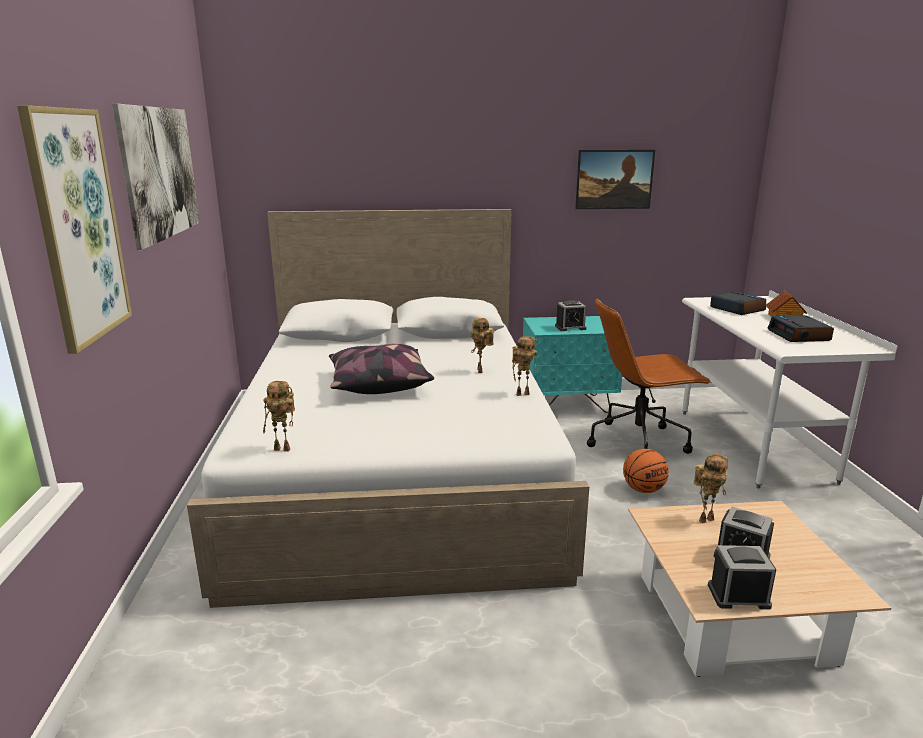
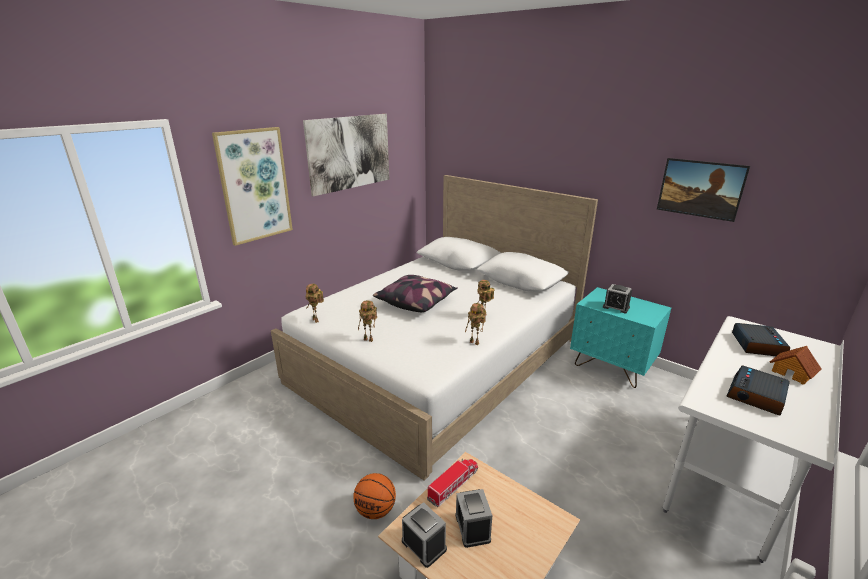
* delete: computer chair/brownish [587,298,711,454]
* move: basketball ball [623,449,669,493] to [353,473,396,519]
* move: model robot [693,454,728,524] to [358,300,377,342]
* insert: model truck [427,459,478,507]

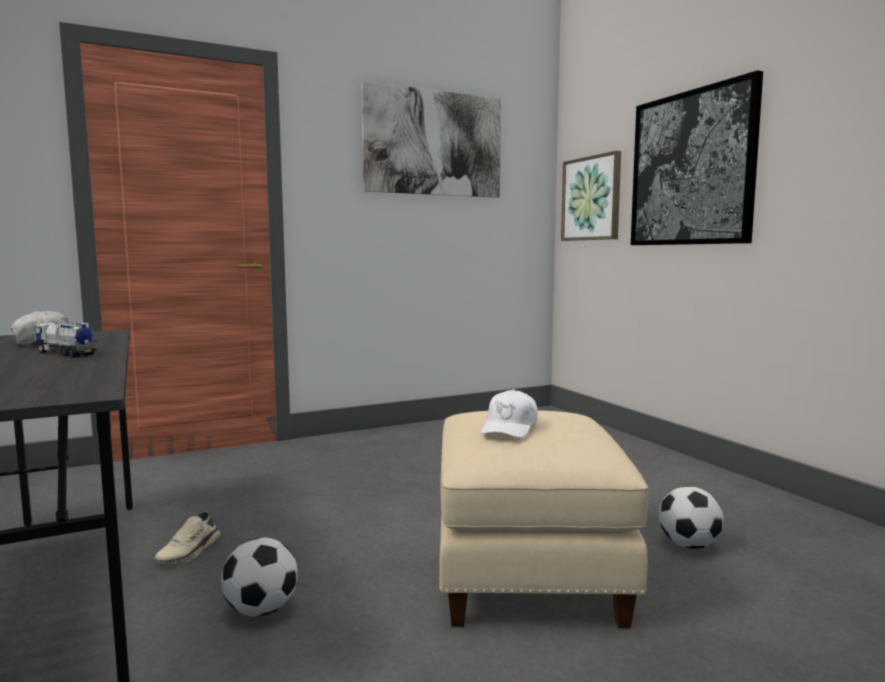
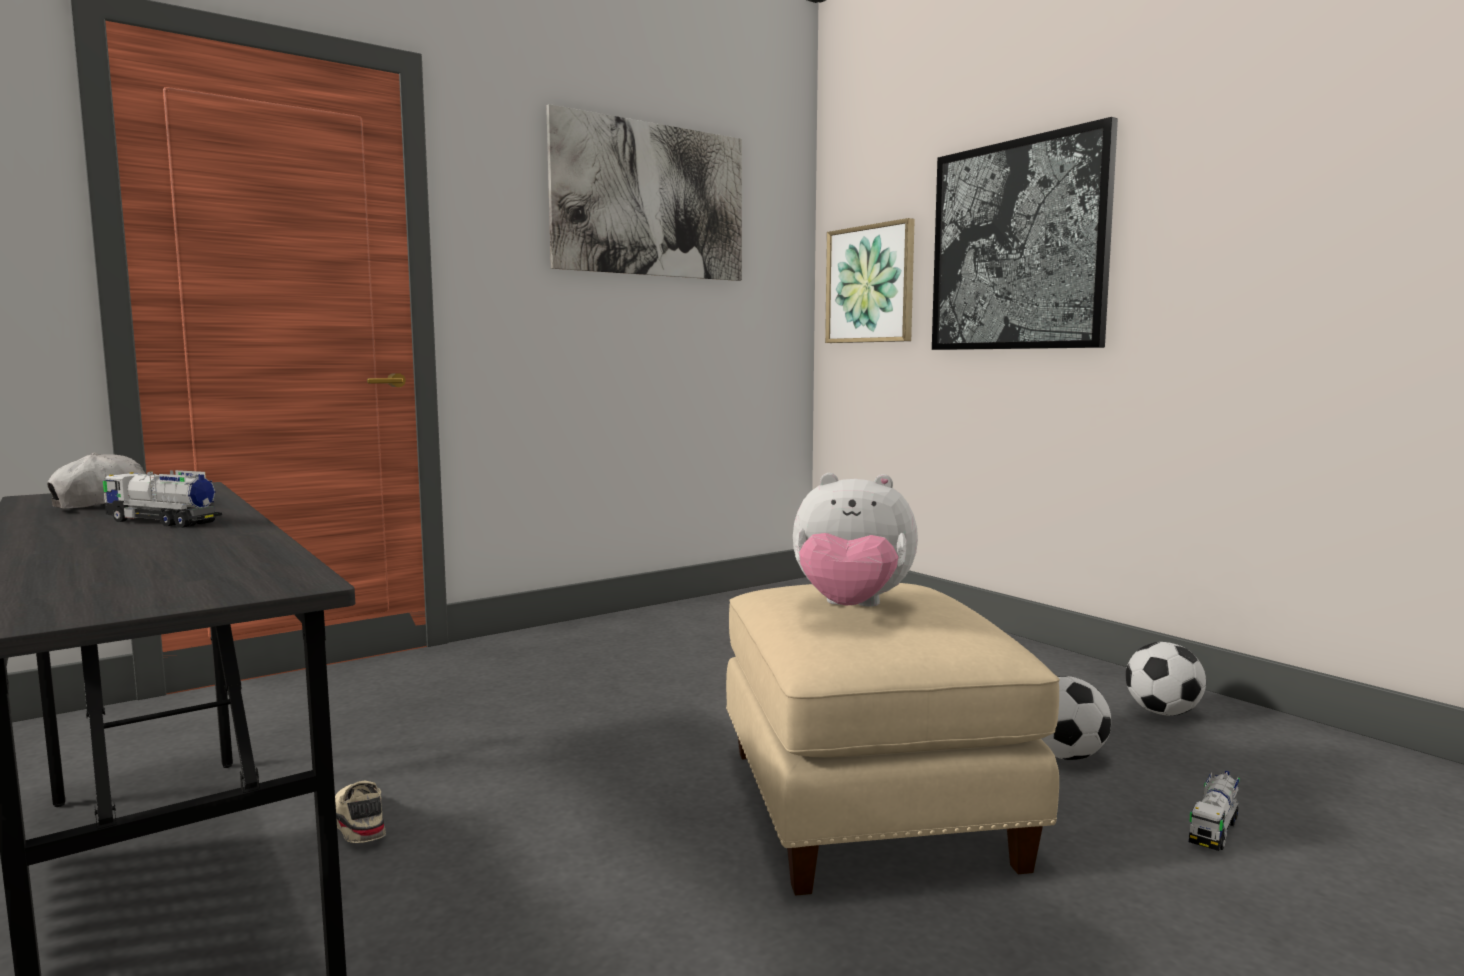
* rotate: low shoe/beige-coloured [155,512,220,564] = [335,781,386,843] 135 degrees clockwise
* move: football ball [221,537,298,617] to [1126,642,1206,716]
* replace: cap/white-coloured [481,389,538,438] to cuddly toy [793,473,918,607]
* insert: model truck [1189,771,1240,851]

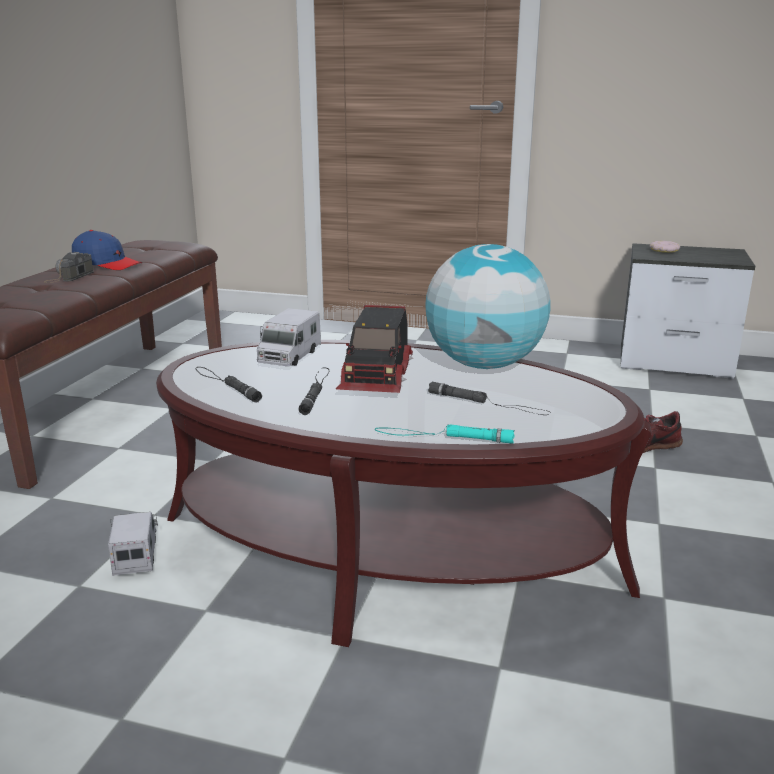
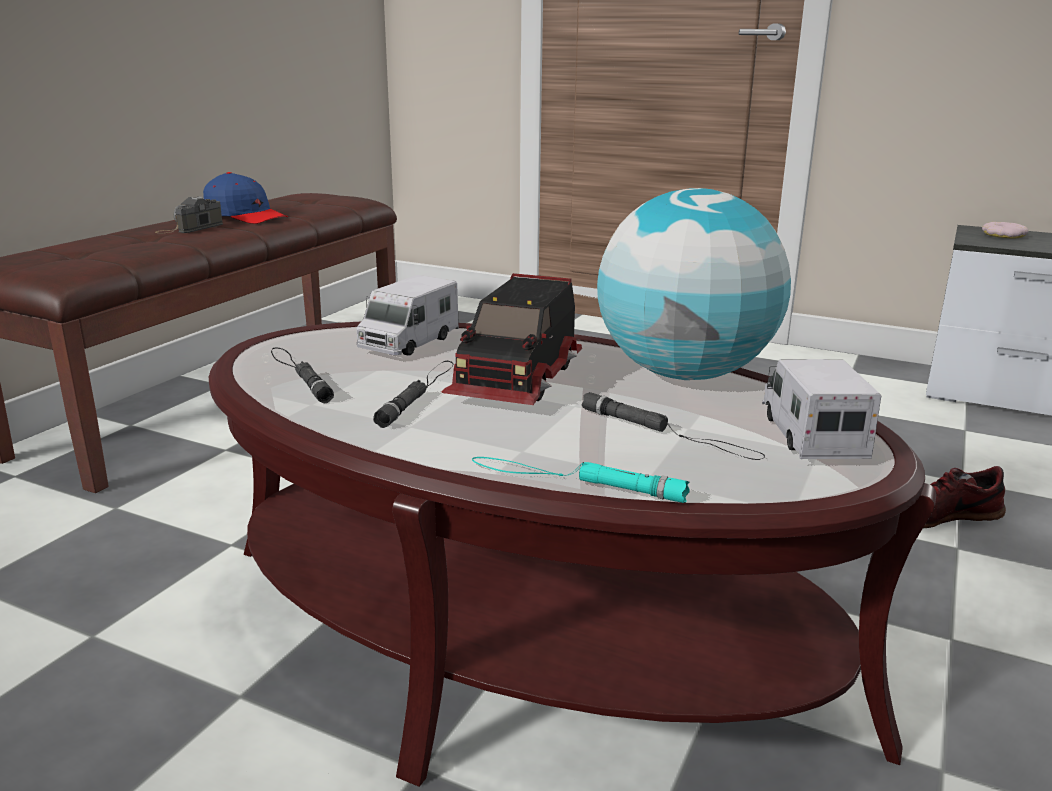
* move: model truck [108,512,158,576] to [762,359,881,459]

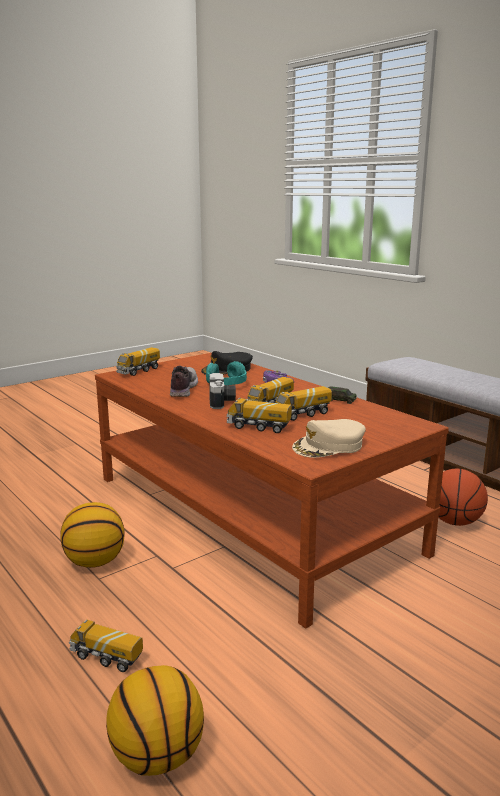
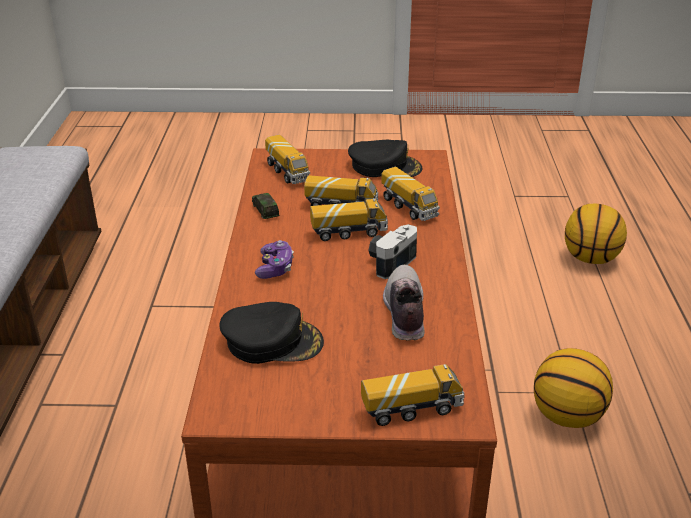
* move: model truck [69,619,143,672] to [265,135,310,184]
* rotate: low shoe [170,366,198,397] = [383,265,425,341] 135 degrees clockwise
* delete: pair of headphones/turquoise [206,361,247,385]
* recolor: cap/beige-coloured [292,419,366,458] to cap/blackish [348,140,422,177]
* delete: basketball ball [438,469,488,526]

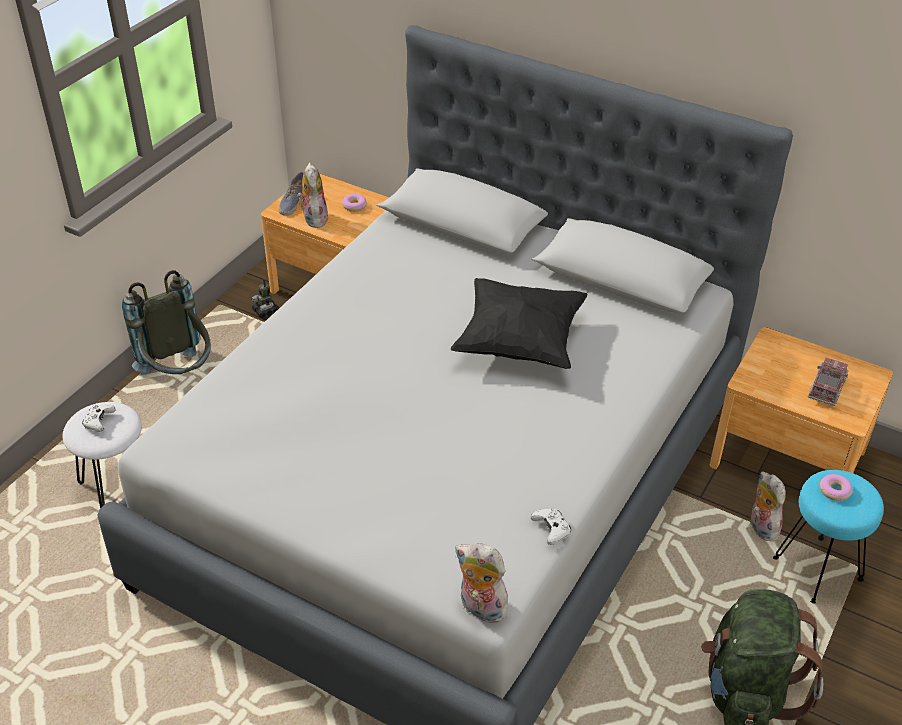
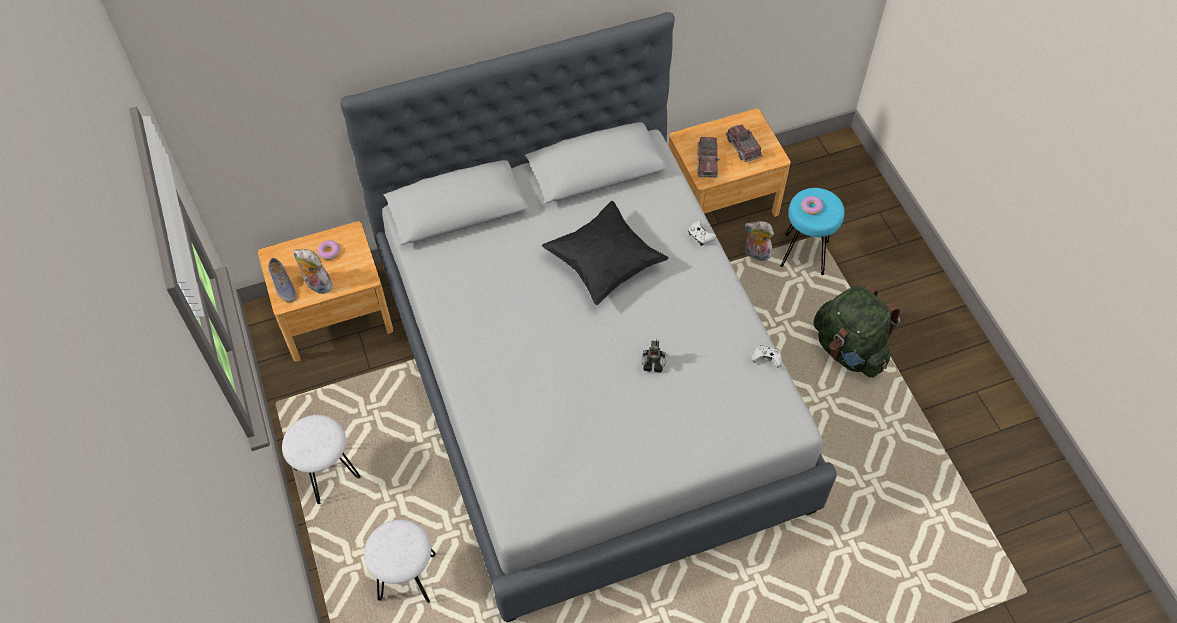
* move: joypad/white-coloured [82,404,116,432] to [688,220,716,246]
* replace: rucksack/grey [122,270,211,374] to stool seat/white-coloured [282,415,360,504]
* move: model robot [252,279,279,318] to [641,339,666,372]
* delete: cuddly toy [455,543,508,623]
* insert: model truck [697,137,719,178]

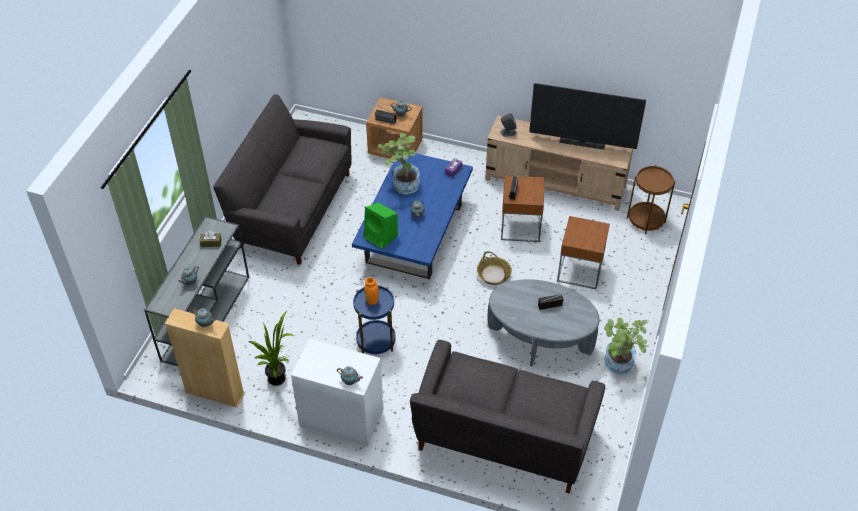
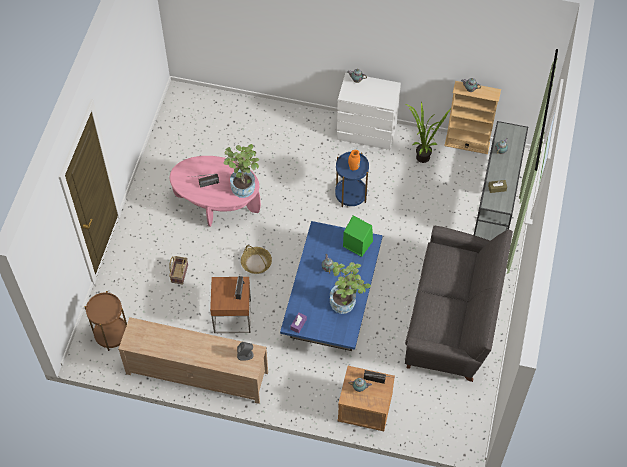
* delete: couch/grey [410,340,605,494]
* recolor: coffee table/grey [487,279,600,366] to coffee table/pink-coloured [170,156,261,227]
* delete: TV set [529,83,646,150]
* replace: accent table/brownish [557,216,610,289] to household basket [169,256,188,285]
* move: houseplant [604,318,647,375] to [223,144,259,198]

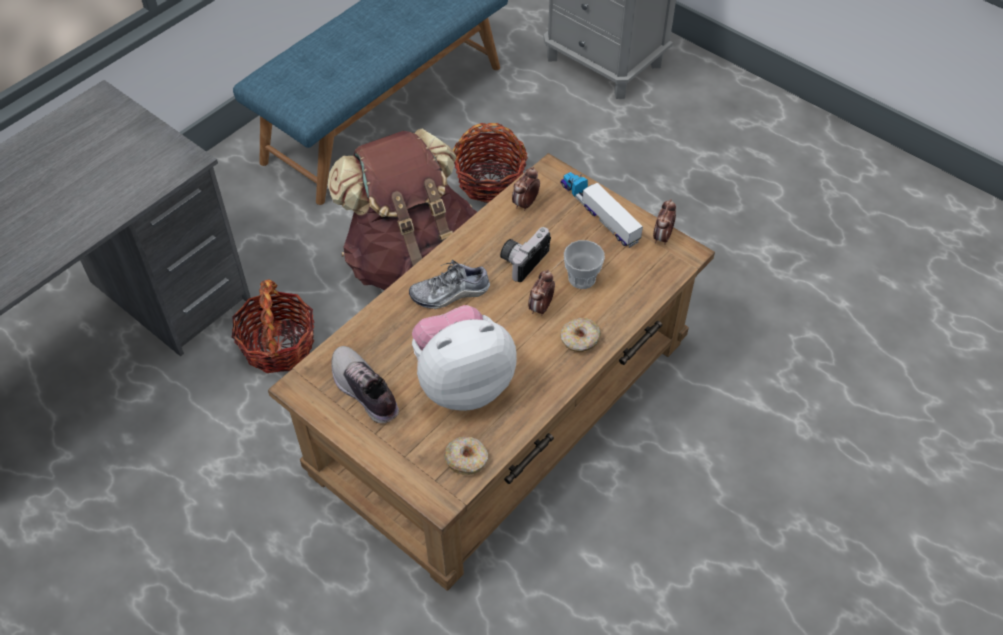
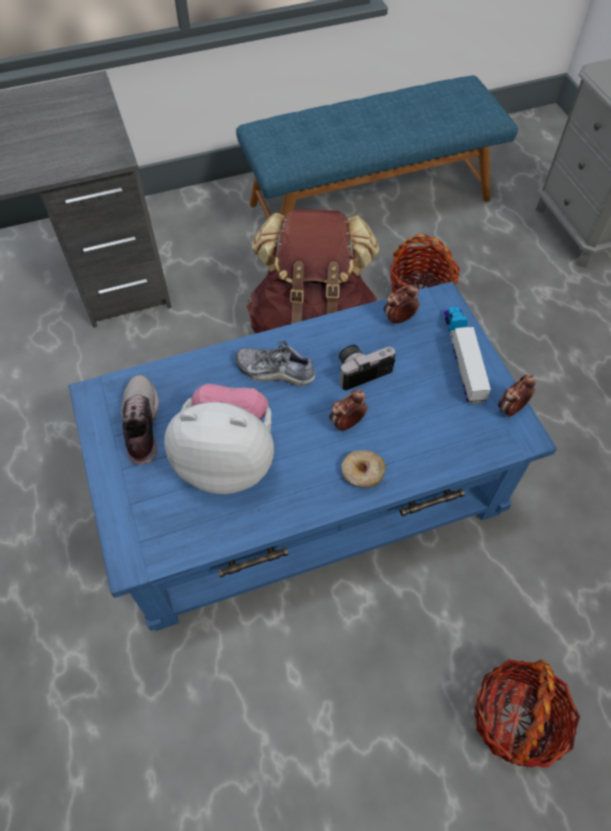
* move: household basket [232,280,315,373] to [474,659,580,768]
* recolor: coffee table/brownish [268,153,715,591] to coffee table/blue [68,281,557,631]
* delete: doughnut [444,437,488,475]
* delete: small cup [564,240,605,289]

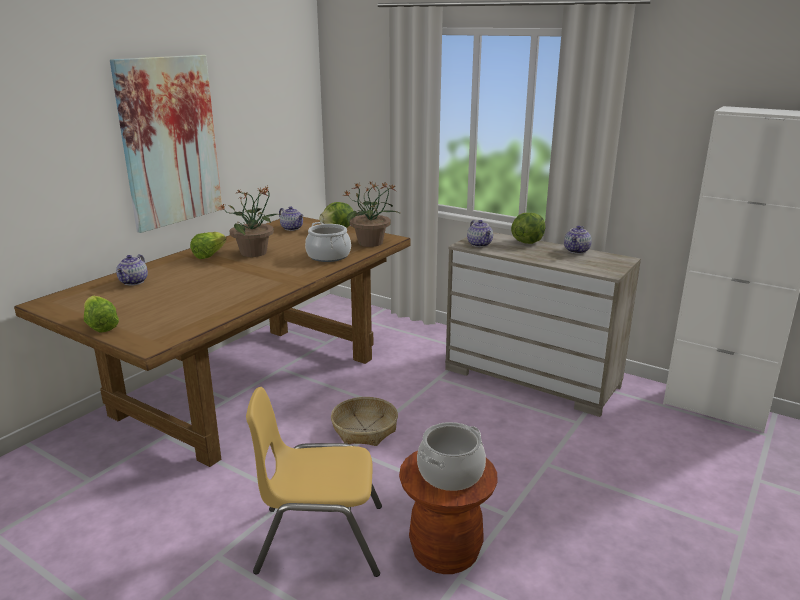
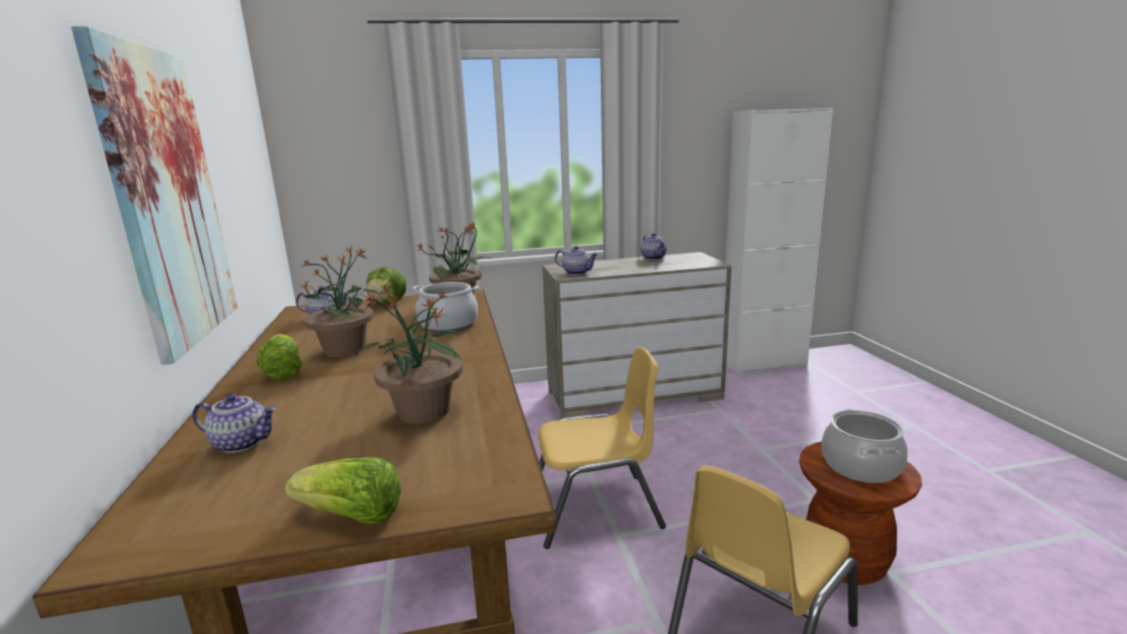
* rotate: teapot [116,254,148,286] = [192,394,277,453] 45 degrees counterclockwise
* replace: household basket [331,397,398,446] to upright chair/yellow-coloured [538,347,666,549]
* delete: lettuce head [511,213,545,244]
* insert: houseplant [356,284,463,424]

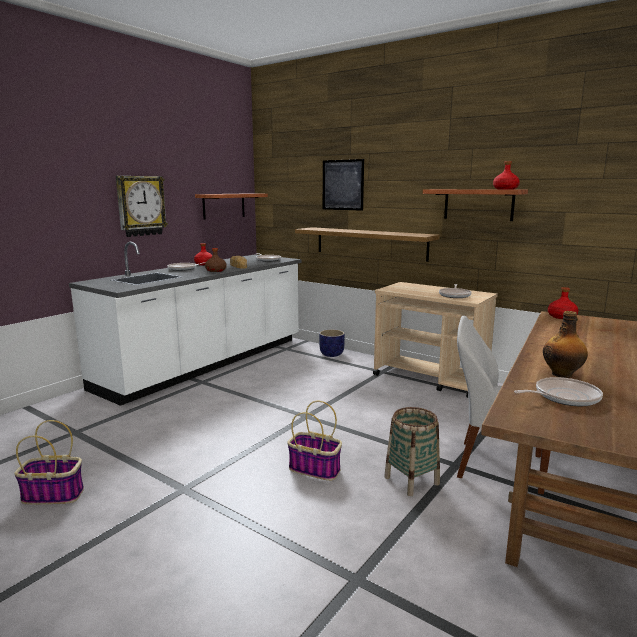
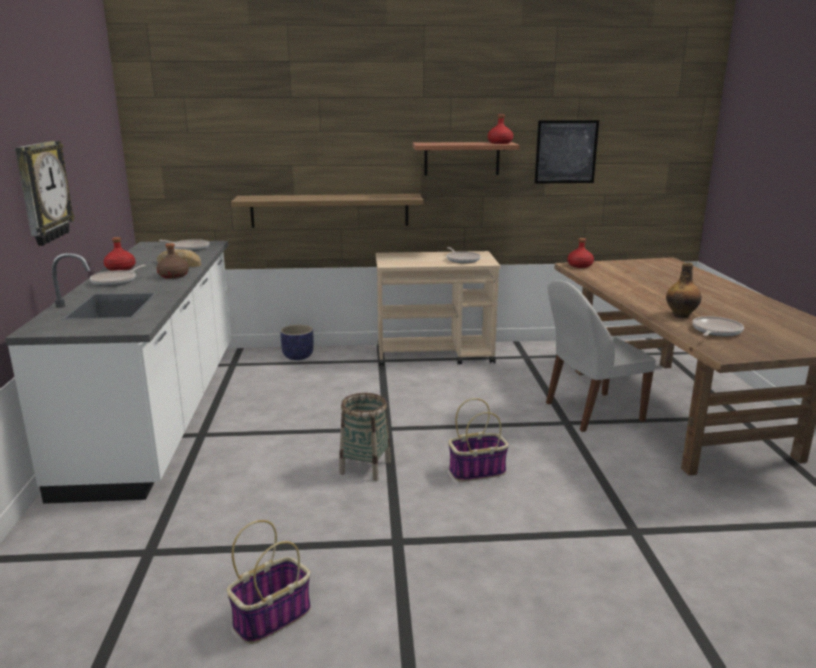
* delete: shelf [195,193,268,219]
* move: wall art [323,159,364,211] to [534,120,599,184]
* move: household basket [384,407,440,496] to [339,393,391,481]

